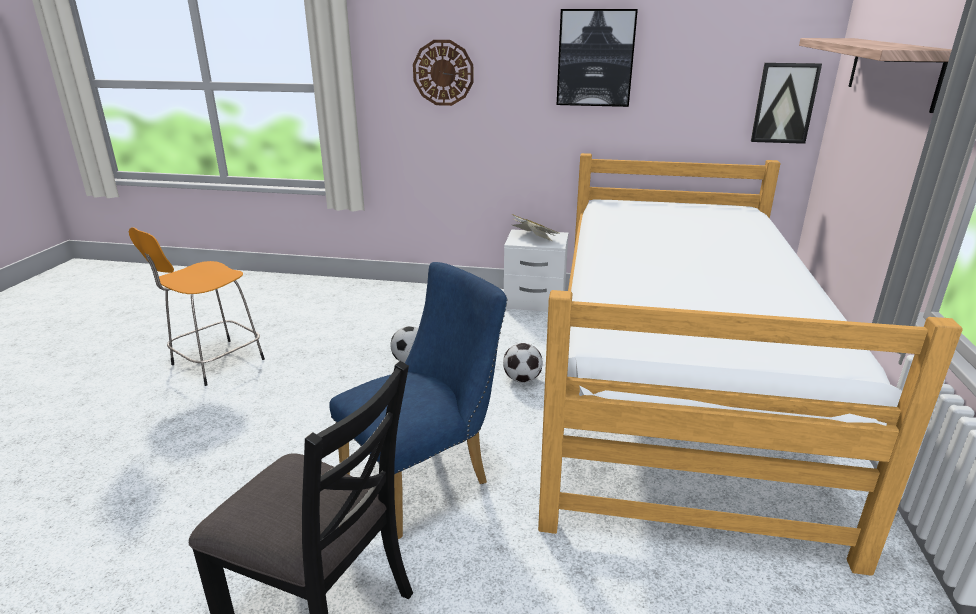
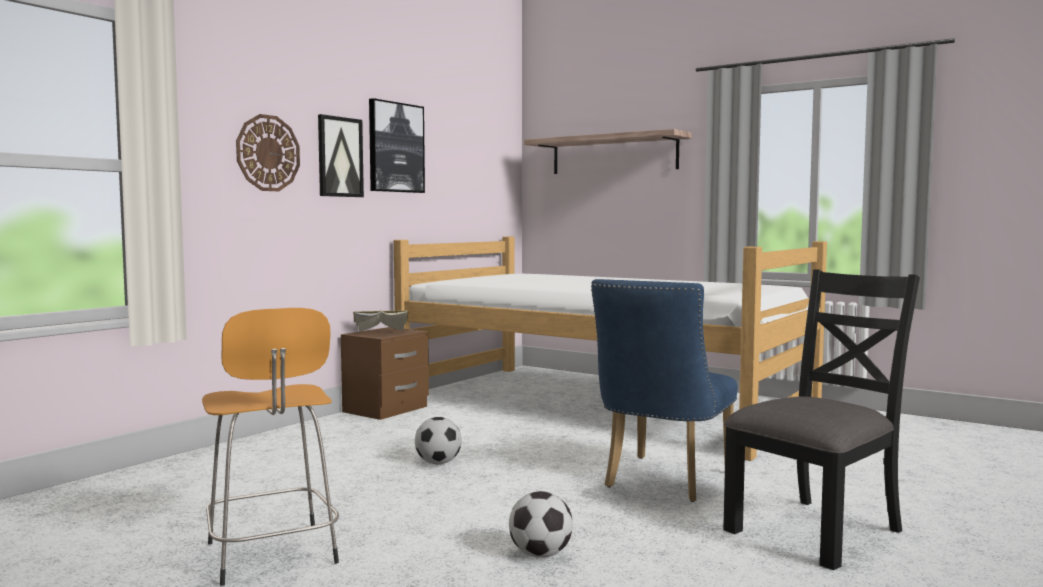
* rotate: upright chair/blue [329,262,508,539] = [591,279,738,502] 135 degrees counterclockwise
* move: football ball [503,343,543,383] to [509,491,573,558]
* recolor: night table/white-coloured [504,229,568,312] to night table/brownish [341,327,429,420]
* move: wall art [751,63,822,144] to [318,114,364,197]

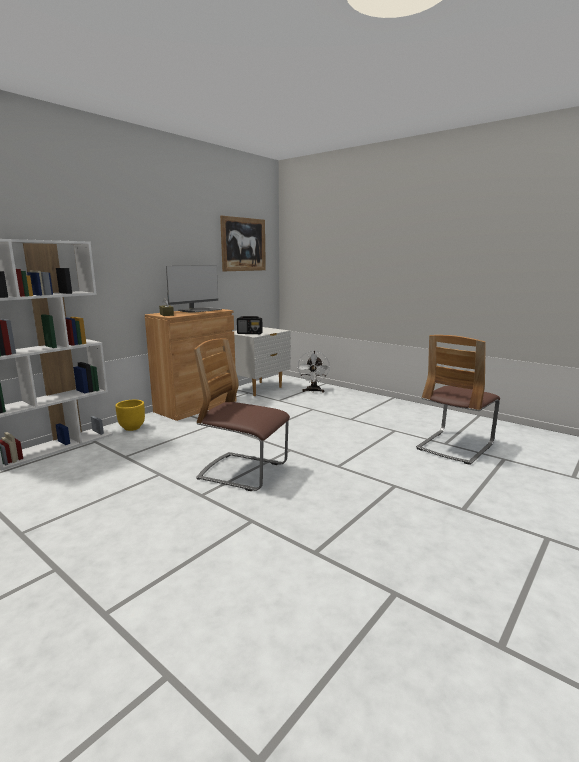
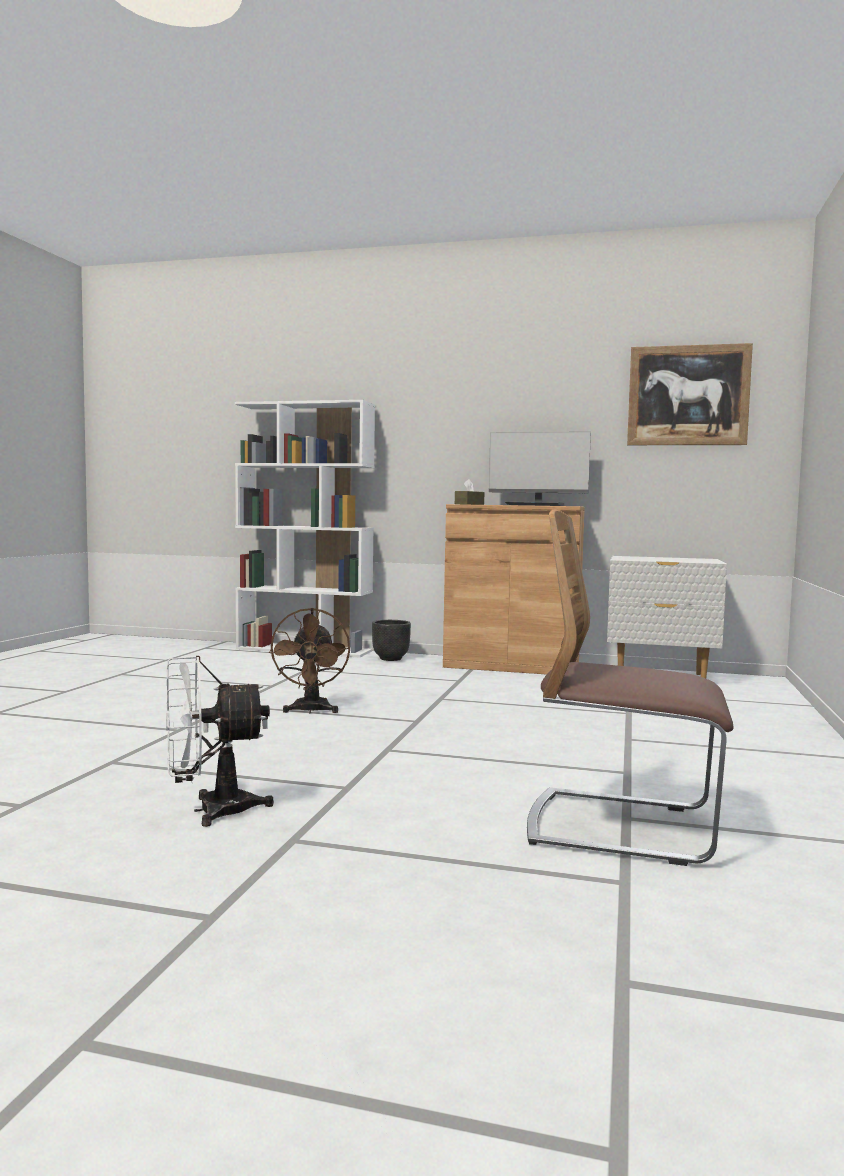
* recolor: planter/yellow-coloured [115,400,145,431] to planter/blackish [372,620,411,661]
* replace: upright chair [194,339,290,492] to electric fan/brownish [269,608,350,713]
* delete: radio receiver [237,316,263,334]
* move: electric fan/white-coloured [297,351,330,393] to [166,655,274,827]

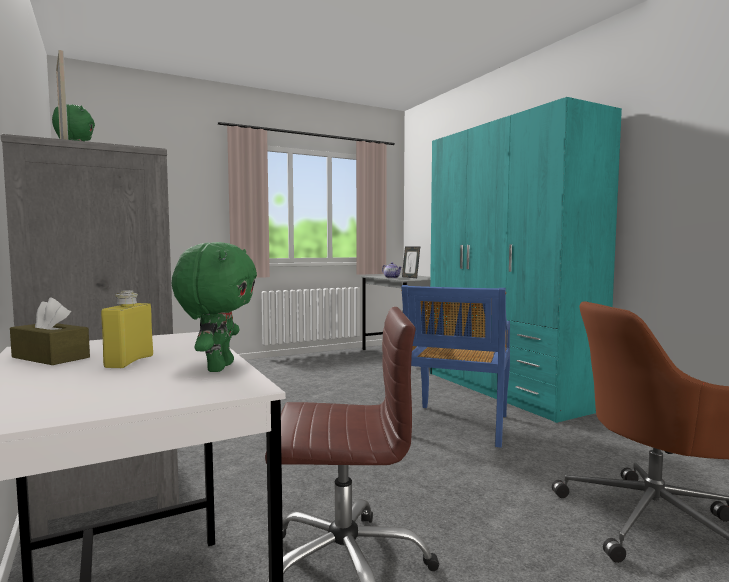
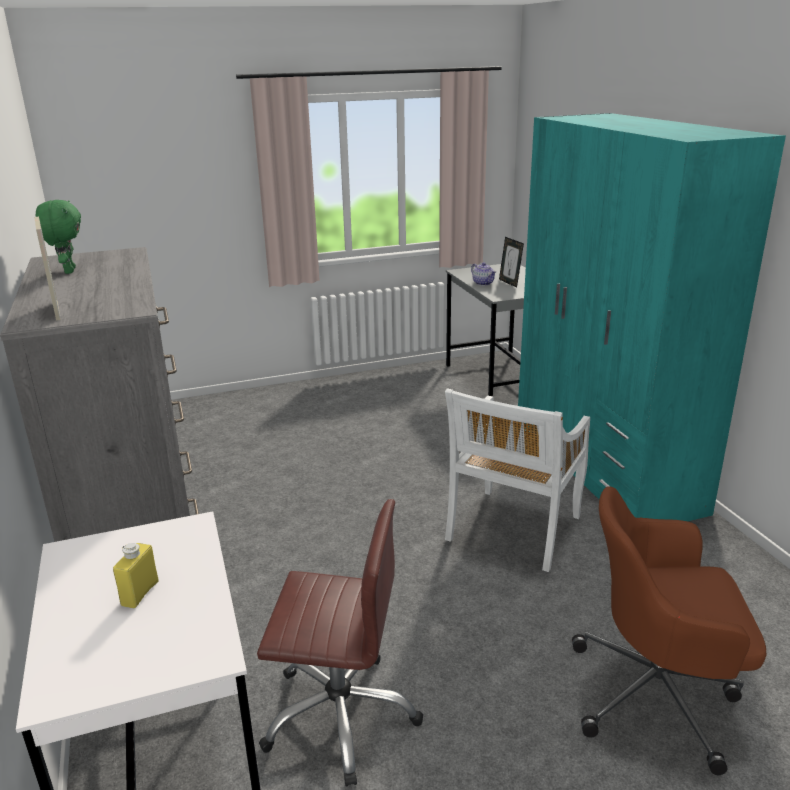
* delete: tissue box/brownish [10,297,90,365]
* delete: cuddly toy/green [172,242,257,372]
* recolor: upright chair/blue [401,285,510,448] to upright chair/white-coloured [445,388,590,572]

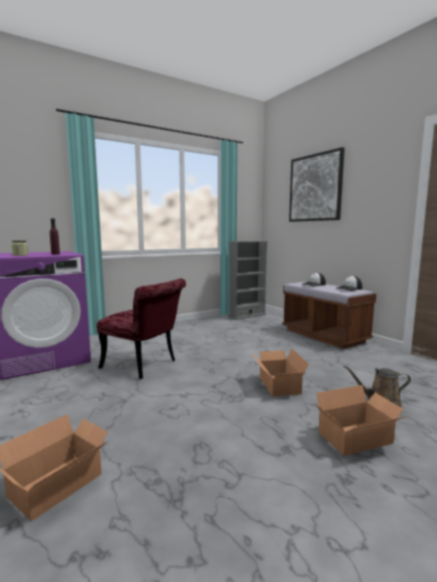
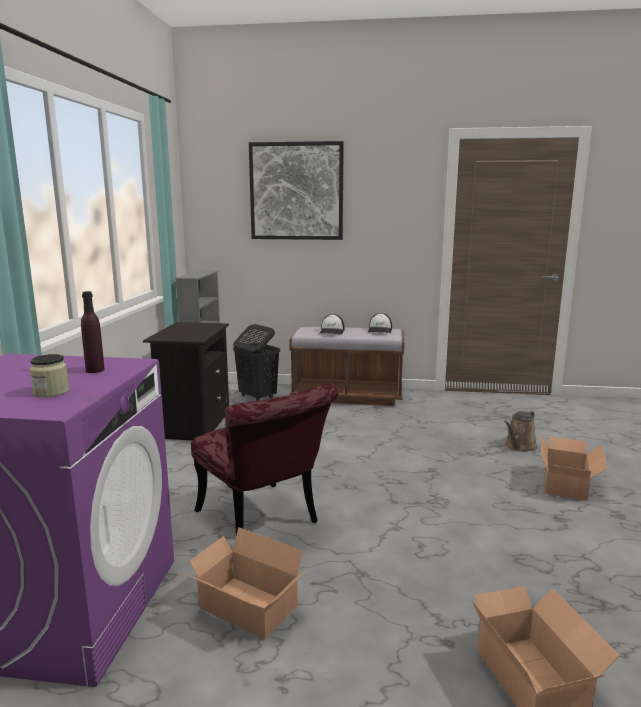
* rotate: upright chair/red [97,279,186,379] = [191,383,338,535] 75 degrees clockwise
* move: cardboard box [252,349,309,396] to [183,527,308,639]
* insert: night table/blackish [143,322,229,440]
* insert: laundry basket/blackish [233,324,280,401]

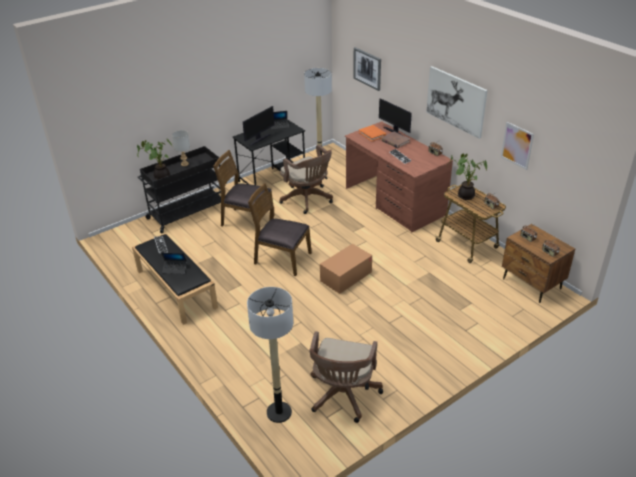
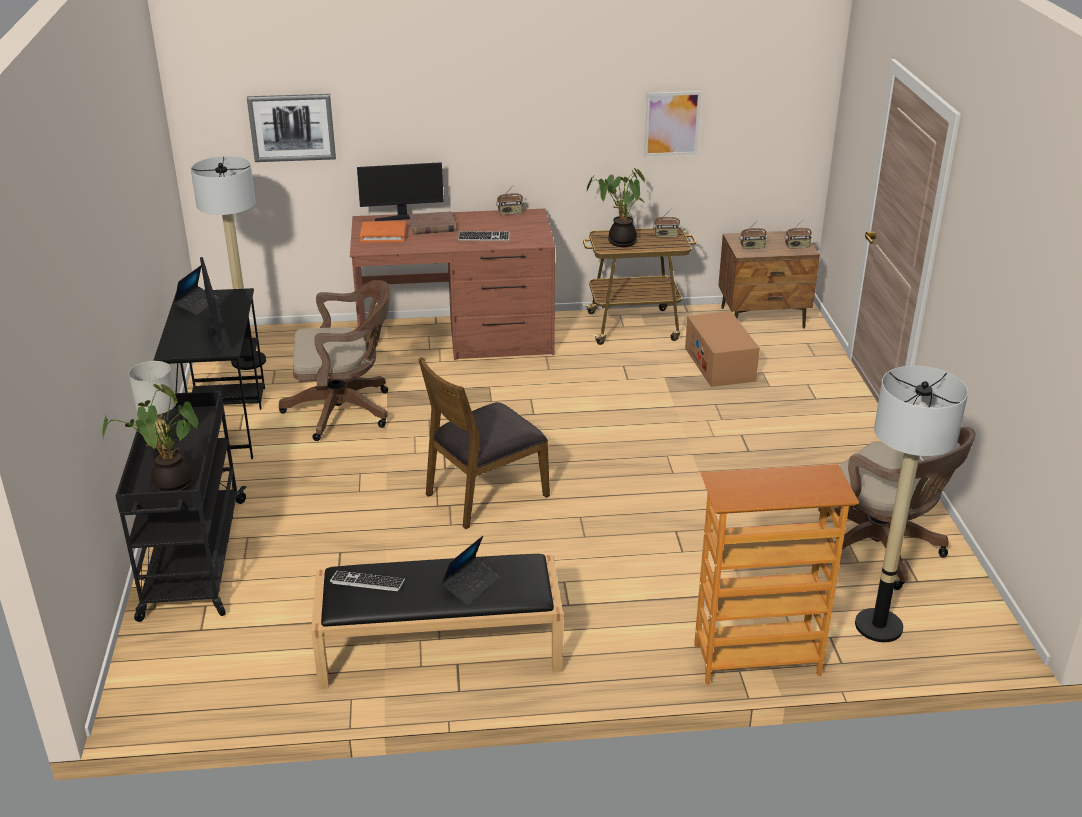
* delete: upright chair/brownish [213,150,275,226]
* move: cardboard box [320,244,372,294] to [685,311,760,387]
* delete: wall art [426,66,488,139]
* insert: shelving unit [694,464,859,685]

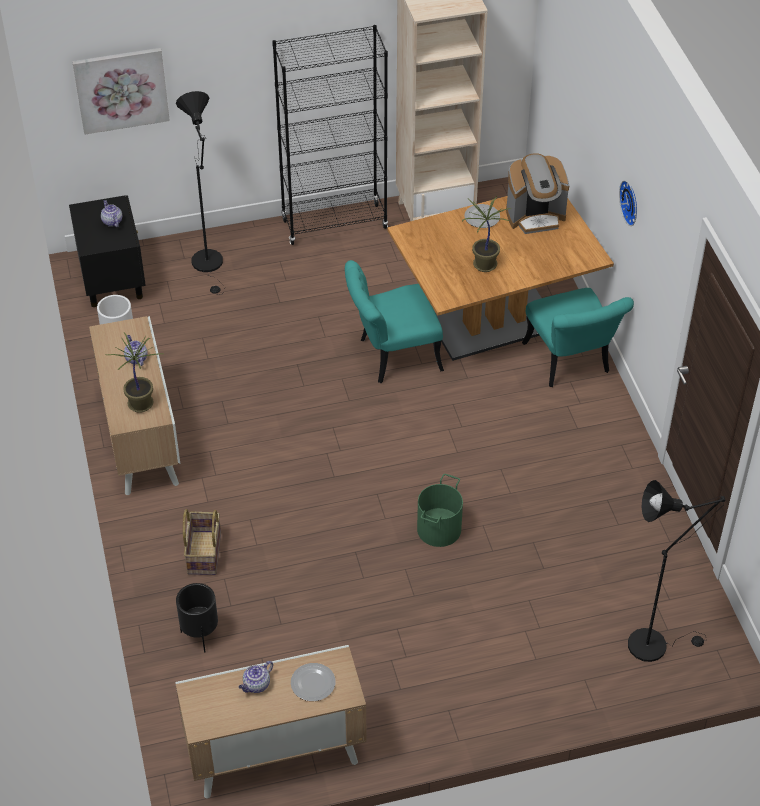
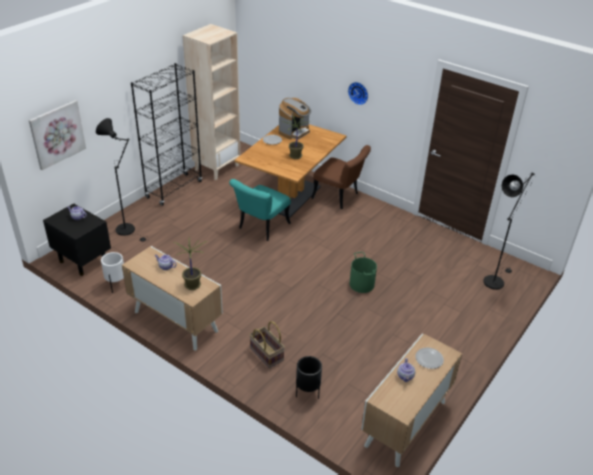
* recolor: upright chair/turquoise [522,288,634,387] to upright chair/brownish [311,145,371,209]

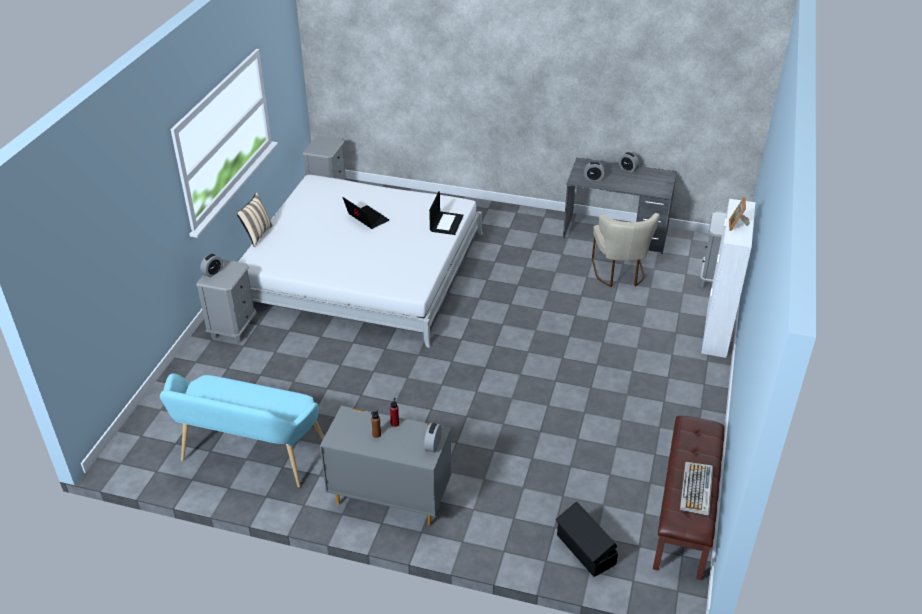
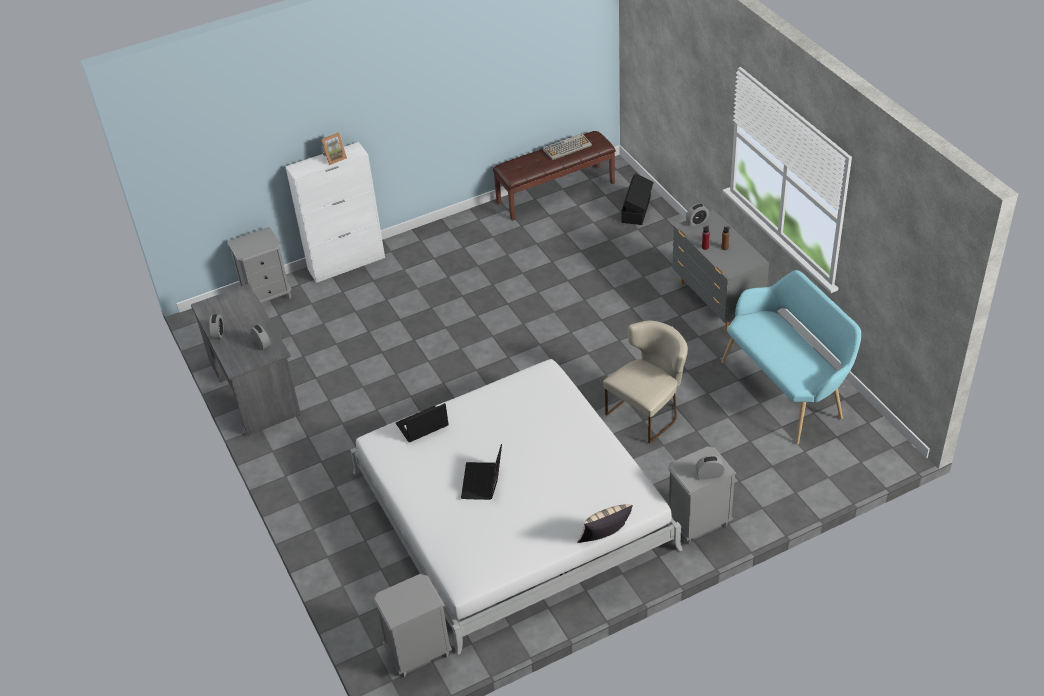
* move: upright chair/beige-coloured [592,213,660,287] to [603,321,688,444]

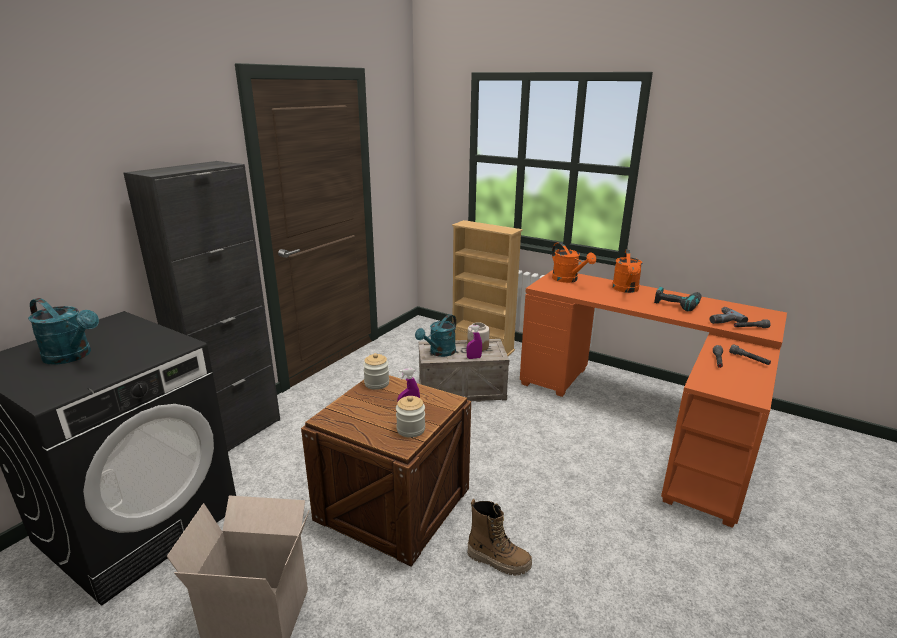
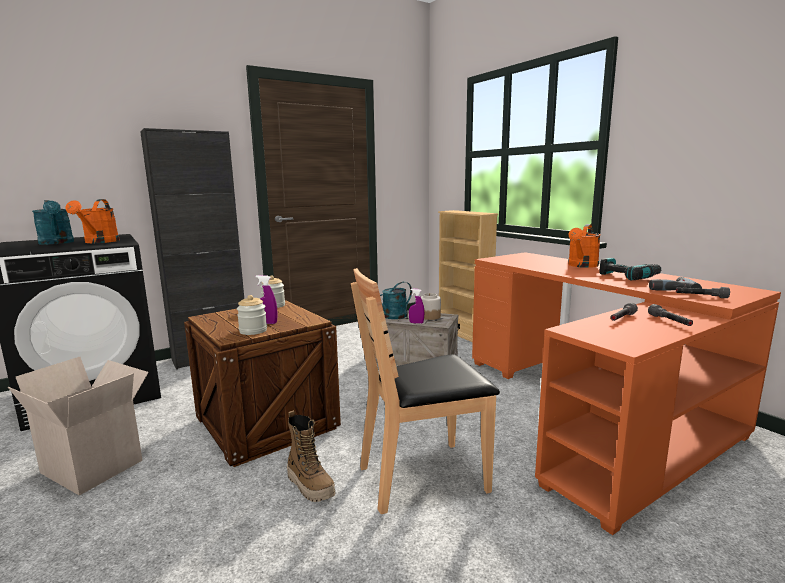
* move: sprinkling can/orangey [552,242,596,283] to [65,199,120,243]
* insert: upright chair/brownish [351,268,500,514]

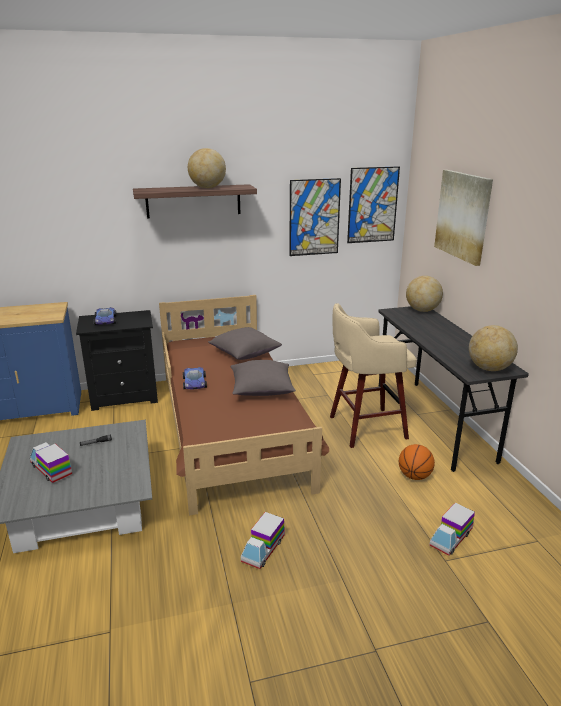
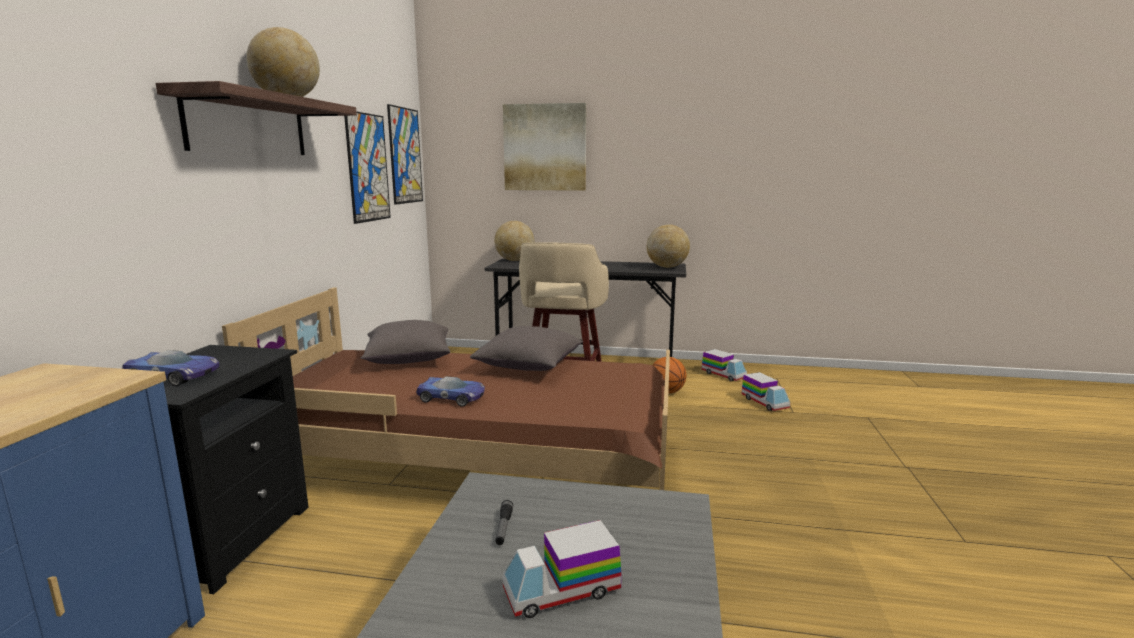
* move: model truck [241,512,285,569] to [702,349,747,381]

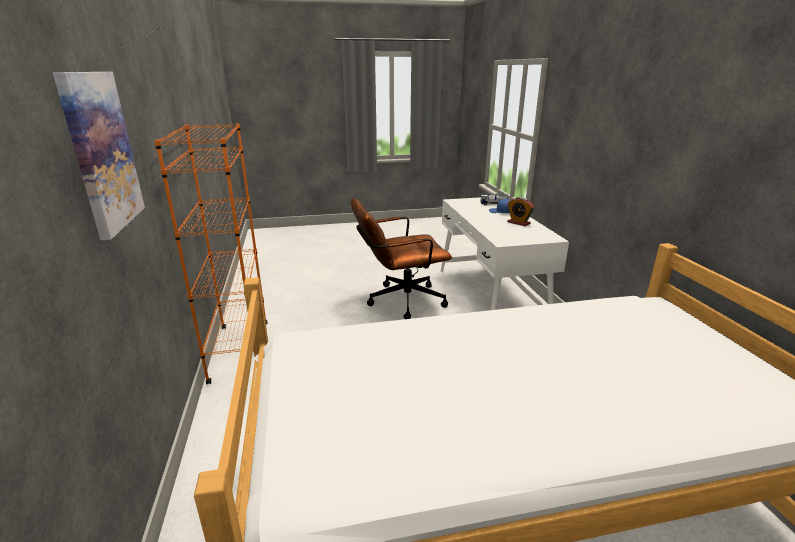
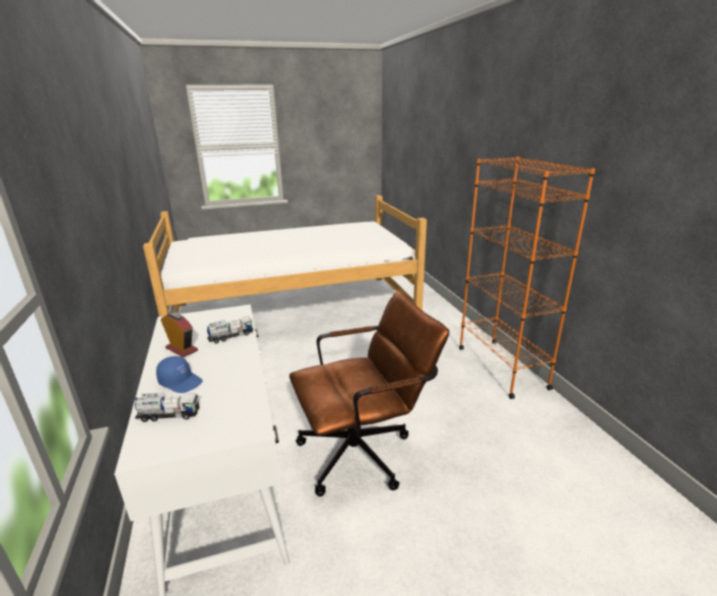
* delete: wall art [53,72,145,240]
* insert: model truck [207,317,253,344]

